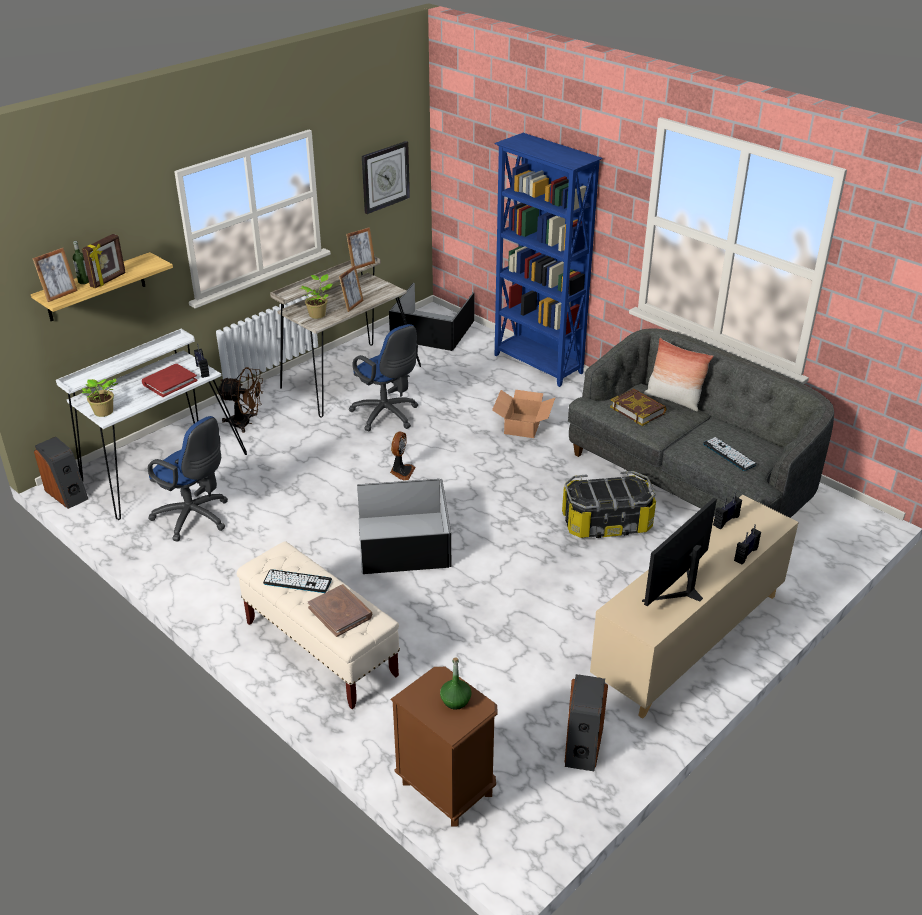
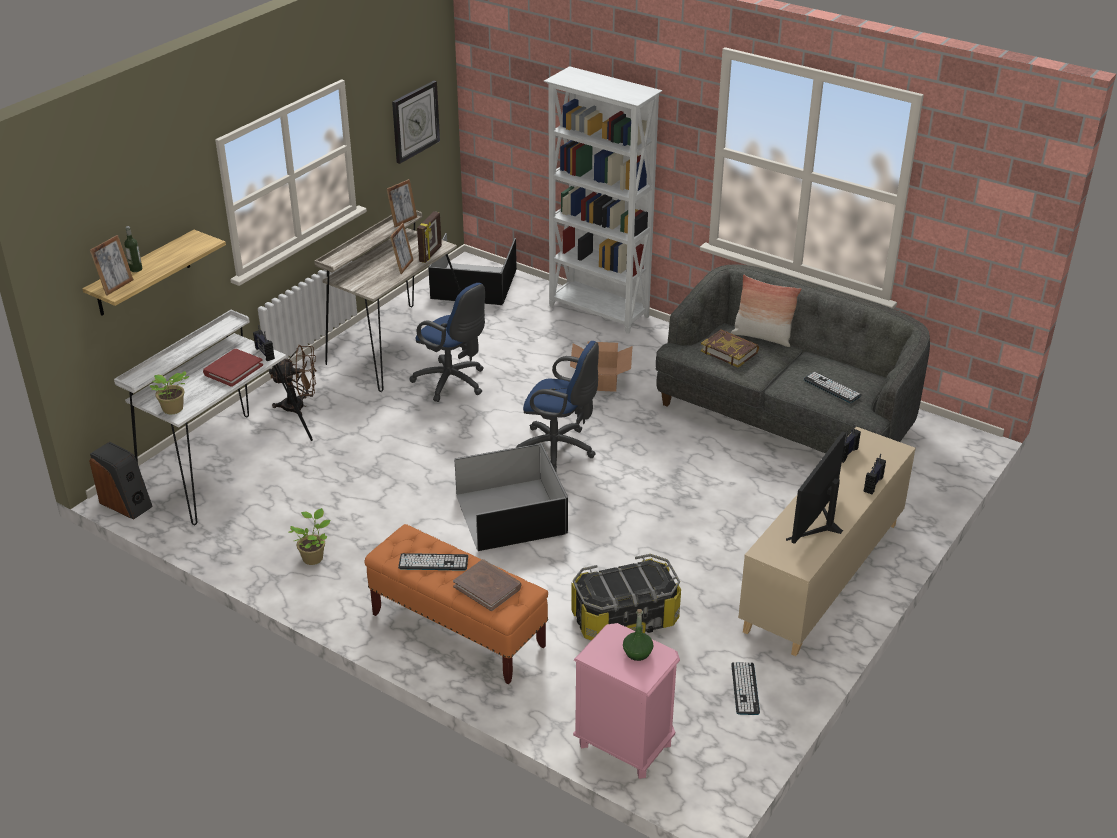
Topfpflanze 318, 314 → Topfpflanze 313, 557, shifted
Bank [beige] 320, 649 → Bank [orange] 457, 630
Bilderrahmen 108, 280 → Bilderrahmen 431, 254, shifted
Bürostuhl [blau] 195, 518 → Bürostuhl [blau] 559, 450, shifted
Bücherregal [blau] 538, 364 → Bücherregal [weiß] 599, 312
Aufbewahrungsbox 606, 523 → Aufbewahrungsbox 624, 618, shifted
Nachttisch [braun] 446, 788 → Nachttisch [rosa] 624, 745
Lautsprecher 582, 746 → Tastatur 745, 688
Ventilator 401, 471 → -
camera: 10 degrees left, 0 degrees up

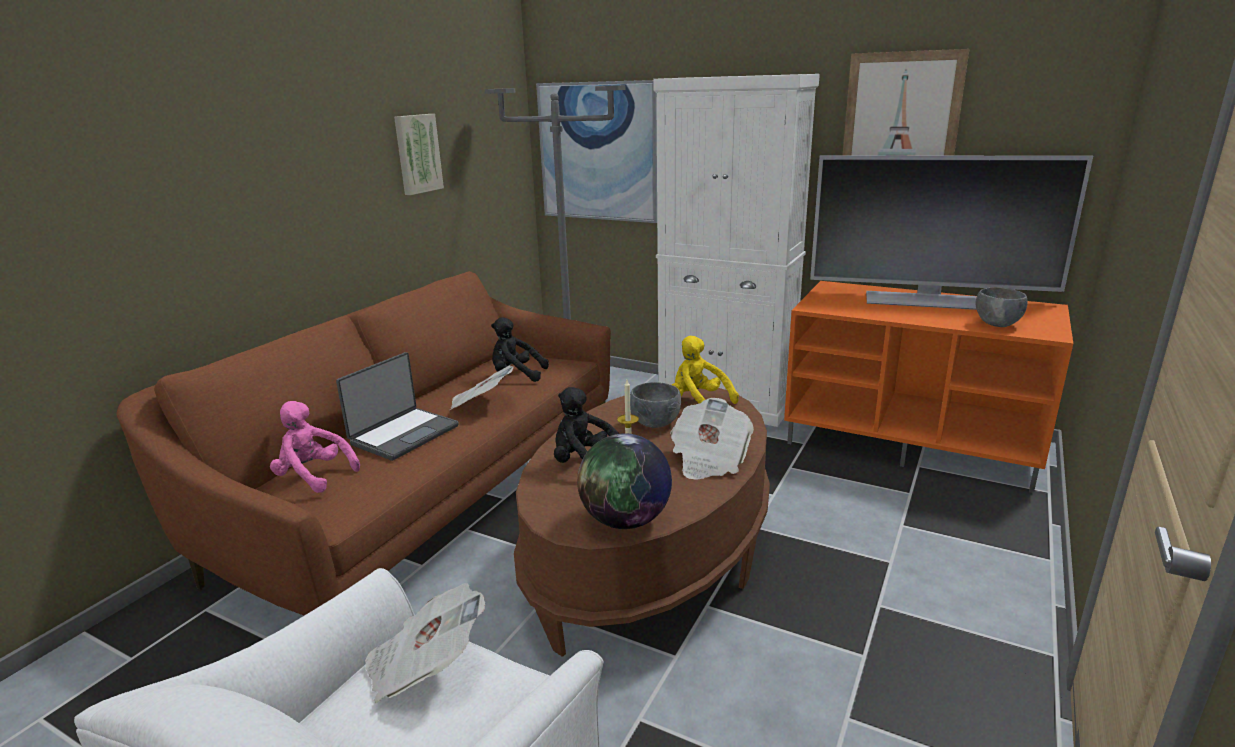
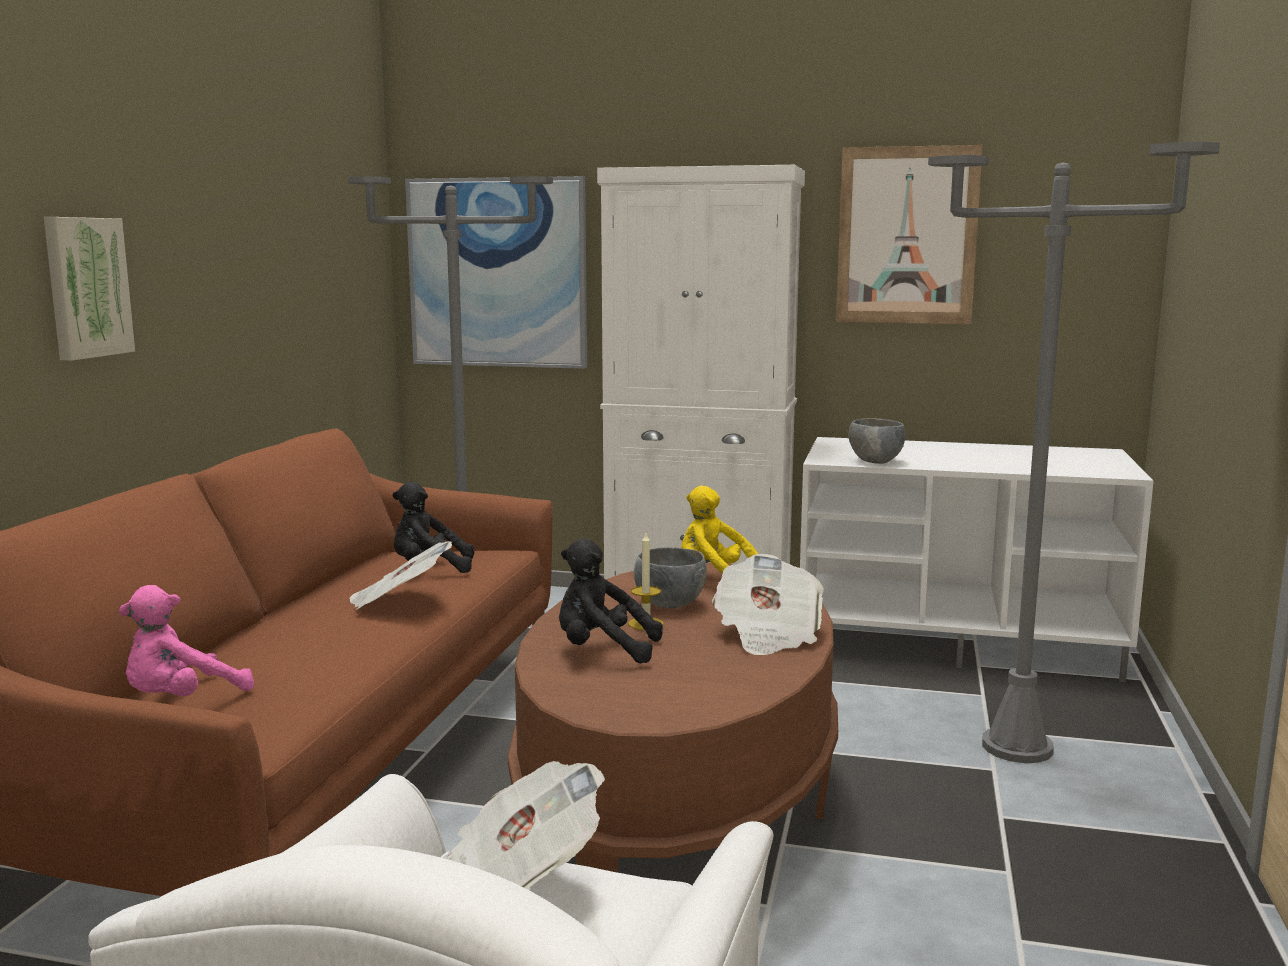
Bild 417, 154 → Bild 85, 287, shifted
Plüschtier [rosa] 313, 476 → Plüschtier [rosa] 182, 700, 60 degrees counterclockwise
Fernsehschrank [orange] 911, 442 → Fernsehschrank [weiß] 959, 641
Schüssel [grau] 996, 324 → Schüssel [grau] 875, 461, shifted
- → Stehlampe [grau] 1016, 747
Laptop 403, 434 → -
Globus 625, 521 → -
Fernseher 934, 300 → -
camera: 15 degrees left, 10 degrees down

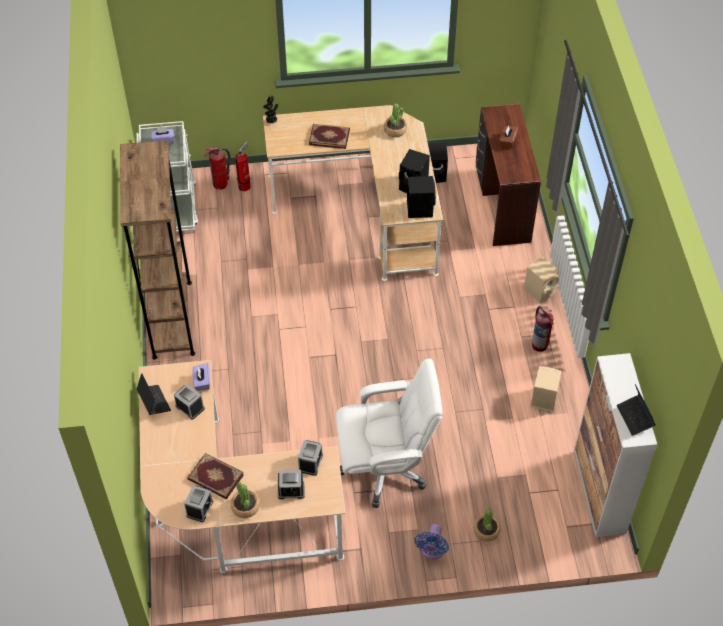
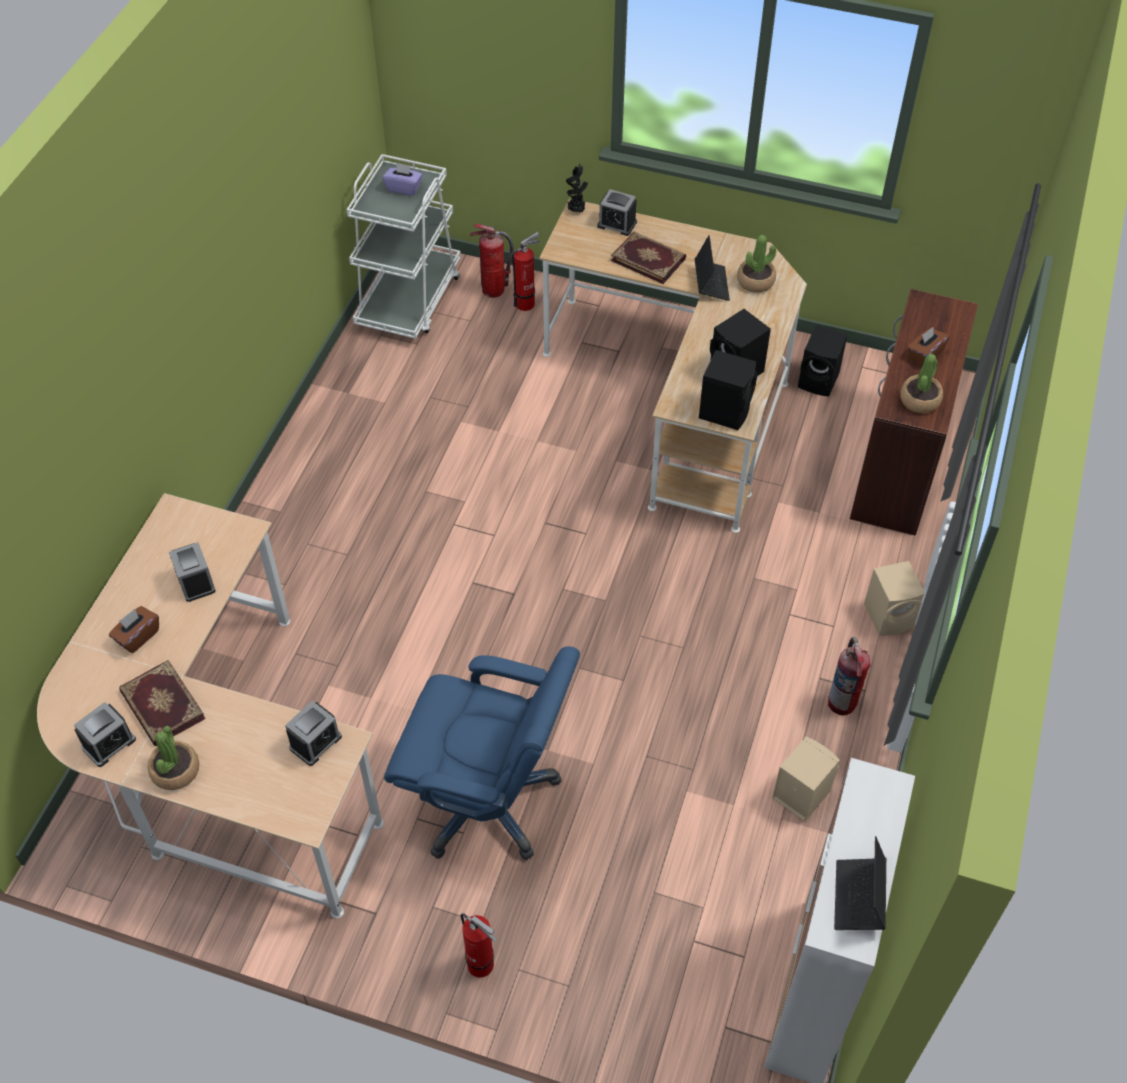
- → Taschentuchbox [braun] 137, 636
Bürostuhl [weiß] 385, 468 → Bürostuhl [blau] 486, 800
Ventilator [blau] 432, 550 → Feuerlöscher 483, 967
Wecker 291, 490 → Wecker 617, 224, shifted
Laptop 154, 401 → Laptop 711, 283, shifted
Topfpflanze 486, 531 → Topfpflanze 920, 400, shifted
Bücherregal [braun] 172, 319 → -
Taschentuchbox [lila] 202, 382 → -
camera: 25 degrees right, 0 degrees up

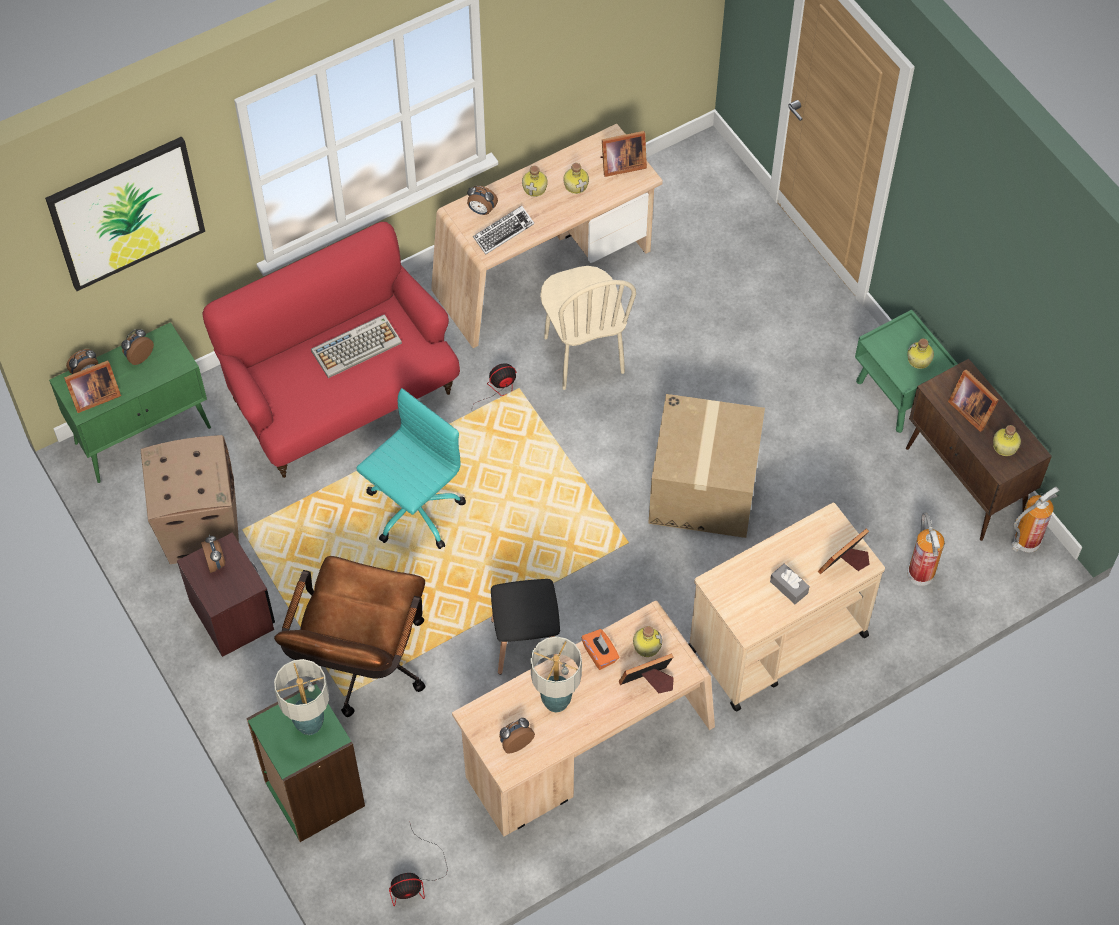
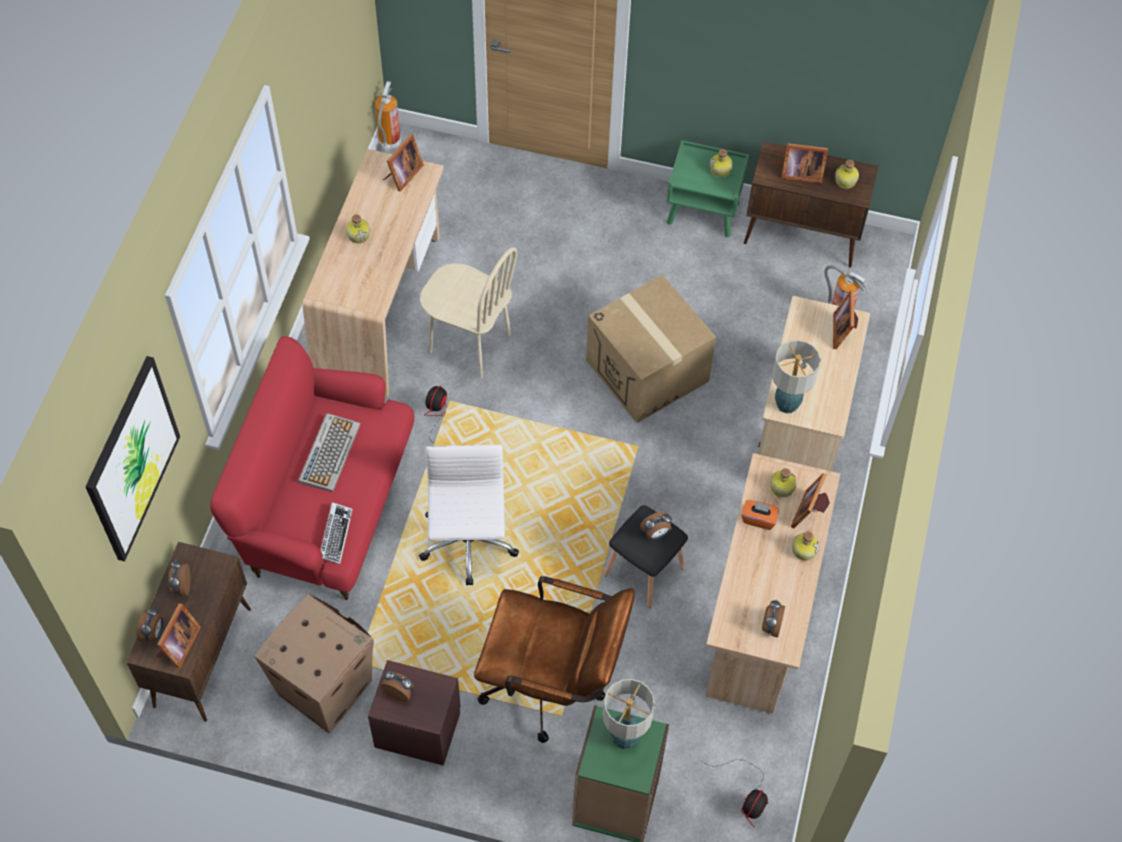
Schrank [grün] 144, 435 → Schrank [braun] 203, 656
Tastatur 503, 232 → Tastatur 335, 535, shifted
Feuerlöscher 1025, 543 → Feuerlöscher 389, 143, shifted
Bürostuhl [türkis] 413, 511 → Bürostuhl [weiß] 468, 546
Bürostuhl [braun] 362, 668 → Bürostuhl [braun] 553, 685, 45 degrees counterclockwise
Wecker 481, 211 → Wecker 656, 533, shifted
Tischlampe 556, 701 → Tischlampe 787, 404, shifted
Flasche 576, 185 → Flasche 803, 550, shifted
Taschentuchbox [grau] 788, 587 → -
camera: 45 degrees left, 0 degrees up

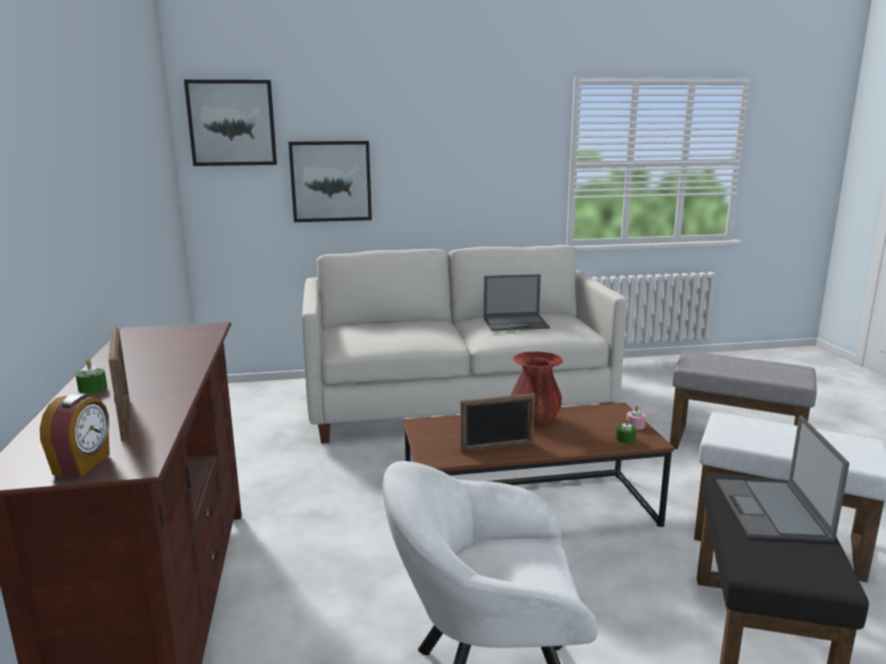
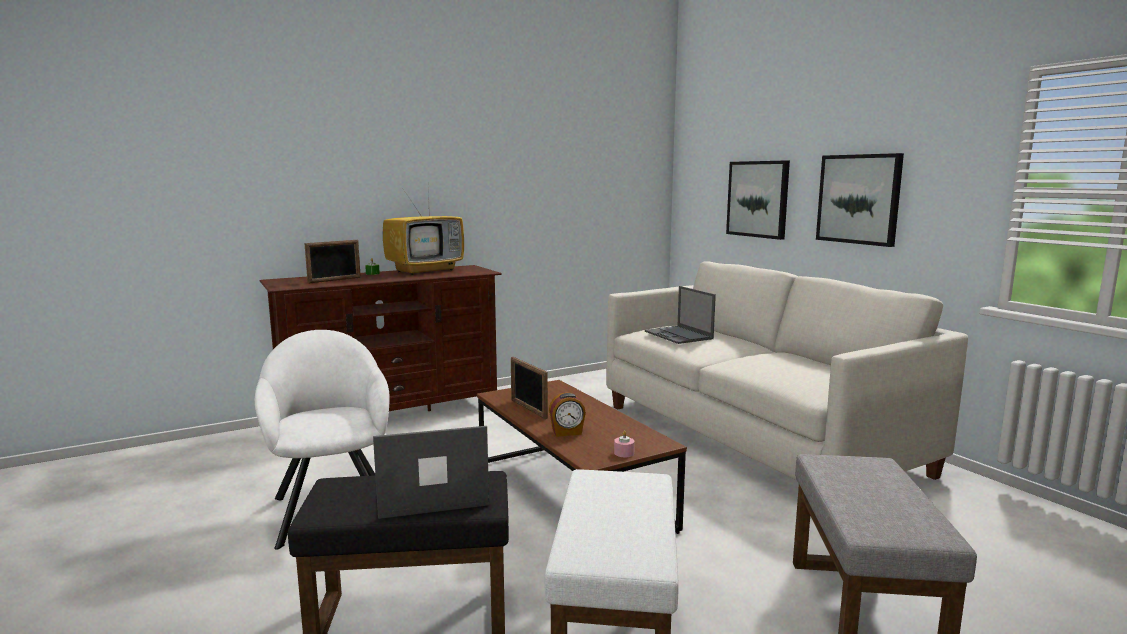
- → Fernseher 426, 270
Wecker 83, 464 → Wecker 567, 432, shifted
Laptop 516, 323 → Laptop 679, 335, shifted
Bild 232, 123 → Bild 859, 199, shifted
Vase [rot] 535, 420 → -
Kerze [grün] 625, 439 → -
camera: 70 degrees right, 5 degrees down

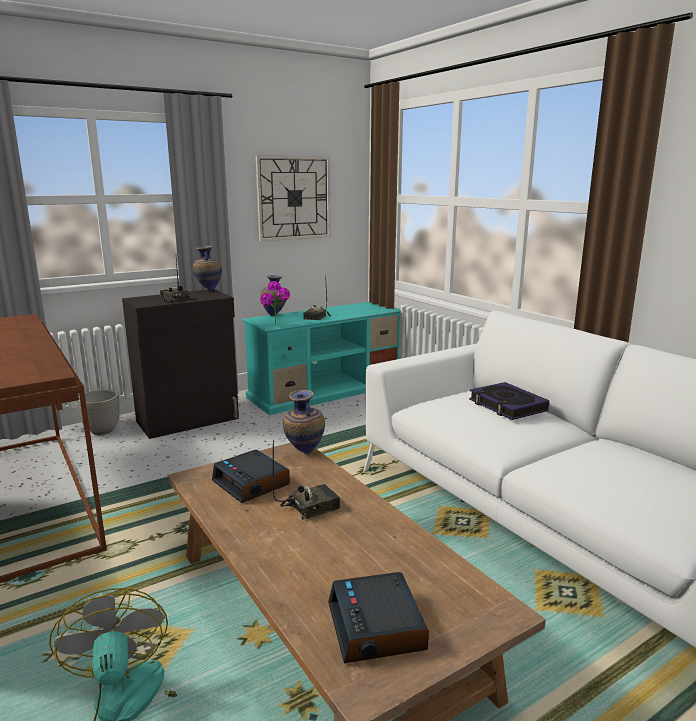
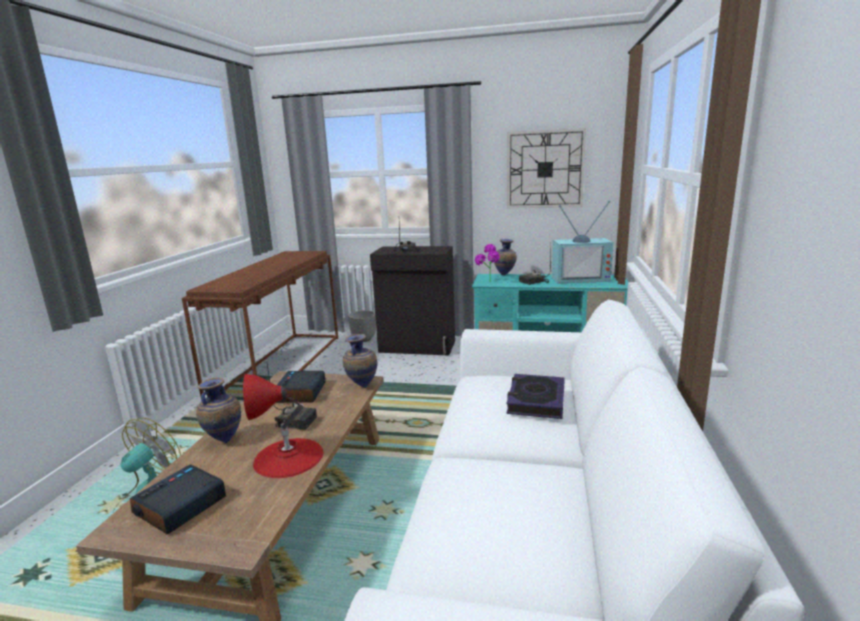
Vase 208, 290 → Vase 224, 440, shifted
- → Tischlampe [rot] 288, 457
- → Fernseher 580, 278
camera: 45 degrees right, 0 degrees up

